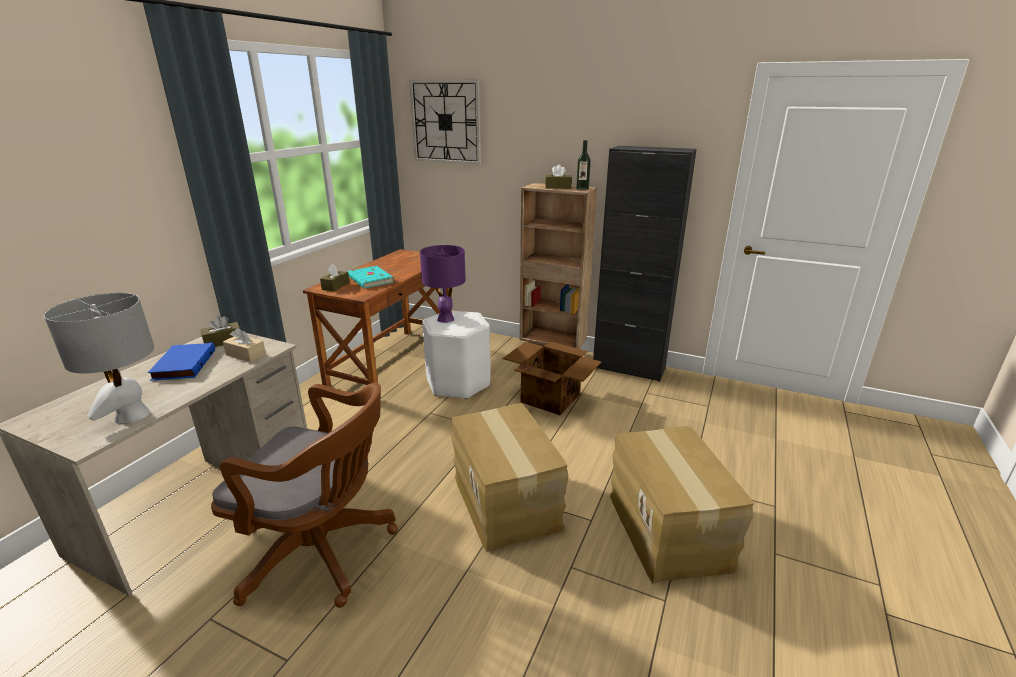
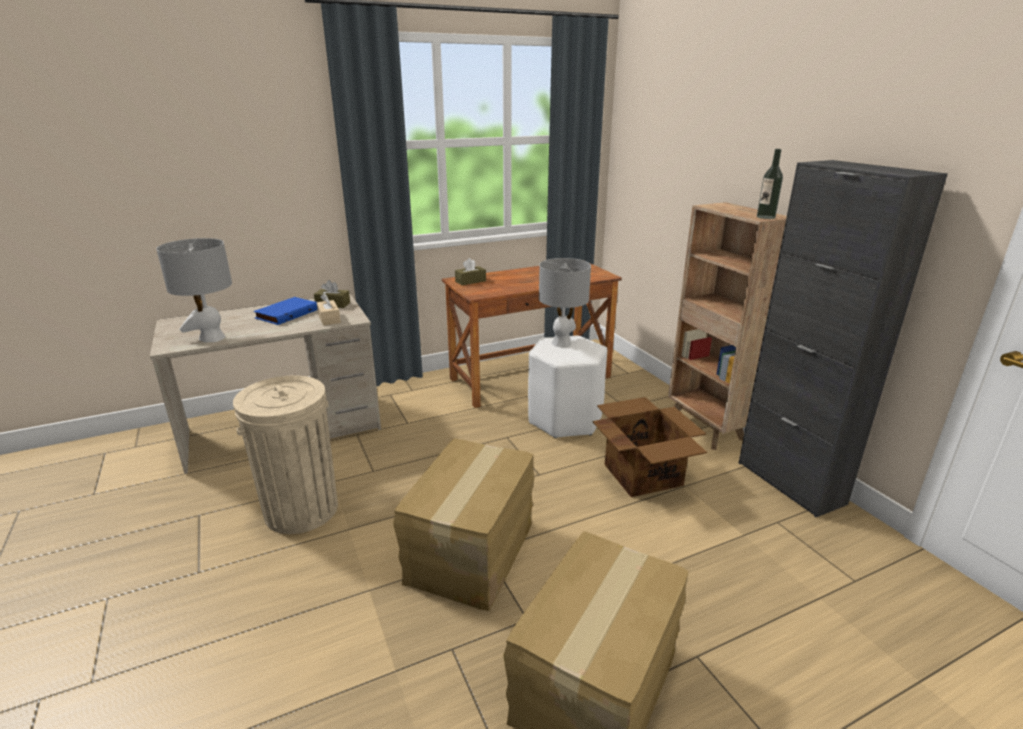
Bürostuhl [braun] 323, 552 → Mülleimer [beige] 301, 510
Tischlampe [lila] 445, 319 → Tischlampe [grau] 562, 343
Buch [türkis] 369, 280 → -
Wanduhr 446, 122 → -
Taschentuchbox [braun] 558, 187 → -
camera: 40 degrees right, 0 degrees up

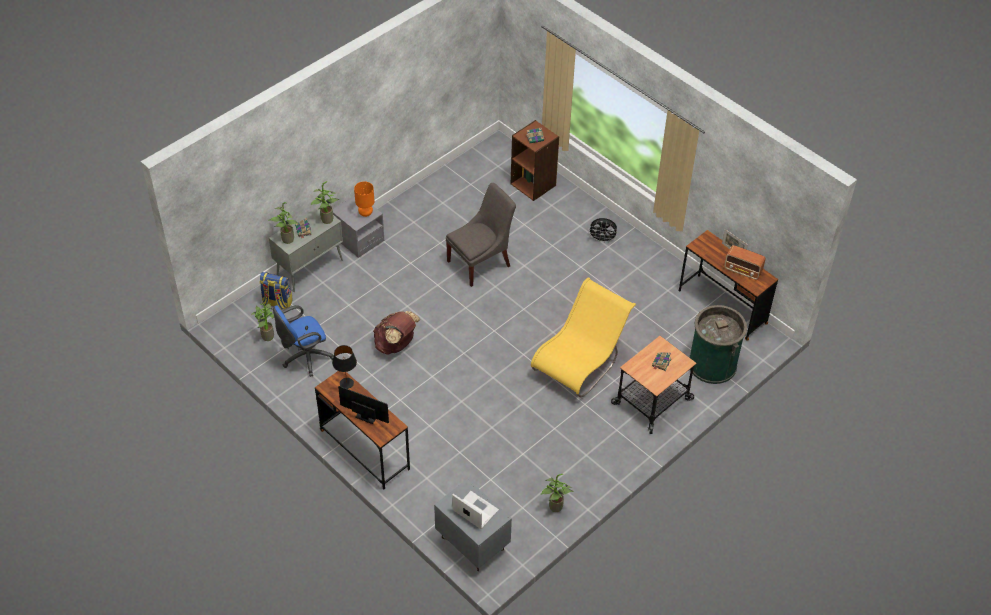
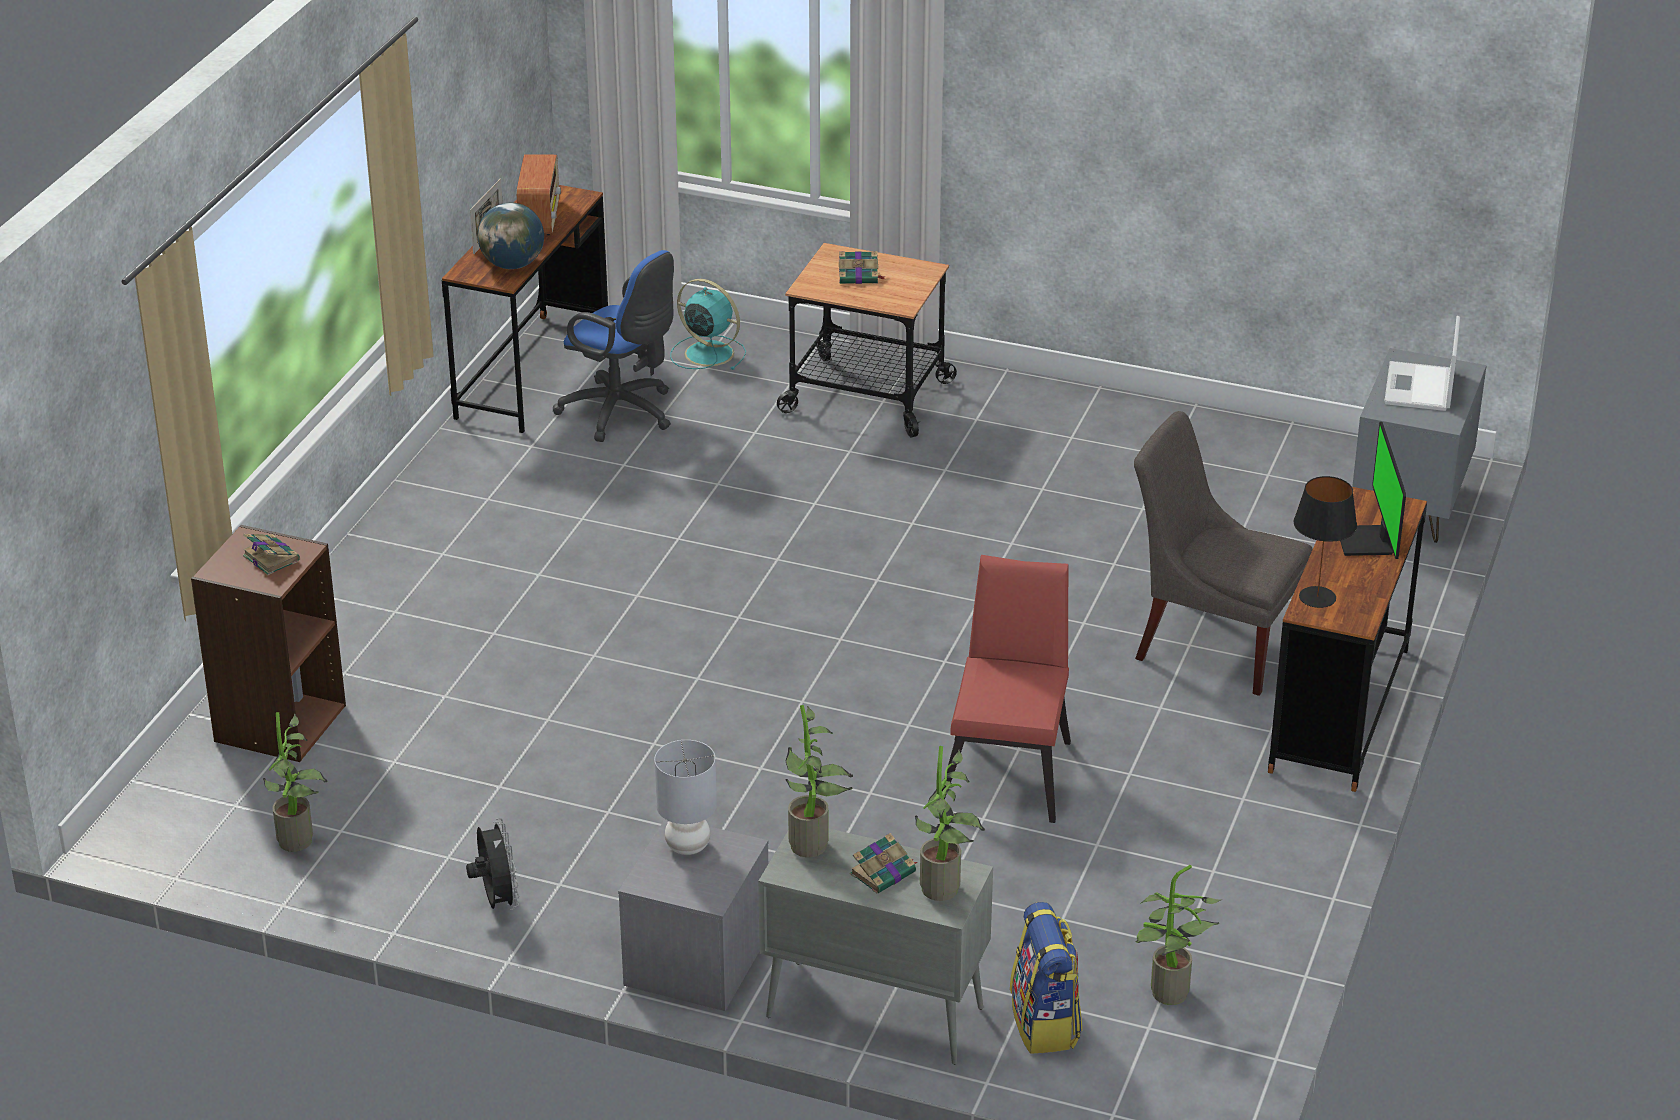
Topfpflanze 554, 508 → Topfpflanze 301, 841, shifted
Ventilator [schwarz] 602, 239 → Ventilator [schwarz] 496, 901, shifted
- → Globus 512, 264
Bürostuhl [blau] 305, 358 → Bürostuhl [blau] 622, 413, shifted
Tischlampe [orange] 365, 213 → Tischlampe [grau] 688, 845
Mülleimer [grün] 712, 364 → Ventilator [türkis] 707, 353
Rucksack [braun] 396, 345 → Stuhl [rot] 1008, 768
Stuhl [grau] 481, 262 → Stuhl [grau] 1211, 643, shifted
Stuhl [gelb] 580, 363 → -
camera: 115 degrees left, 15 degrees down

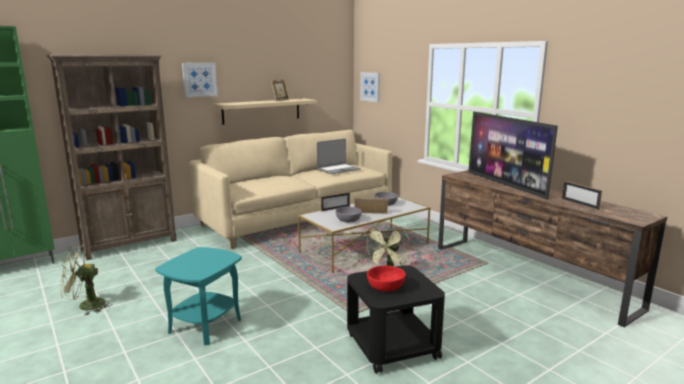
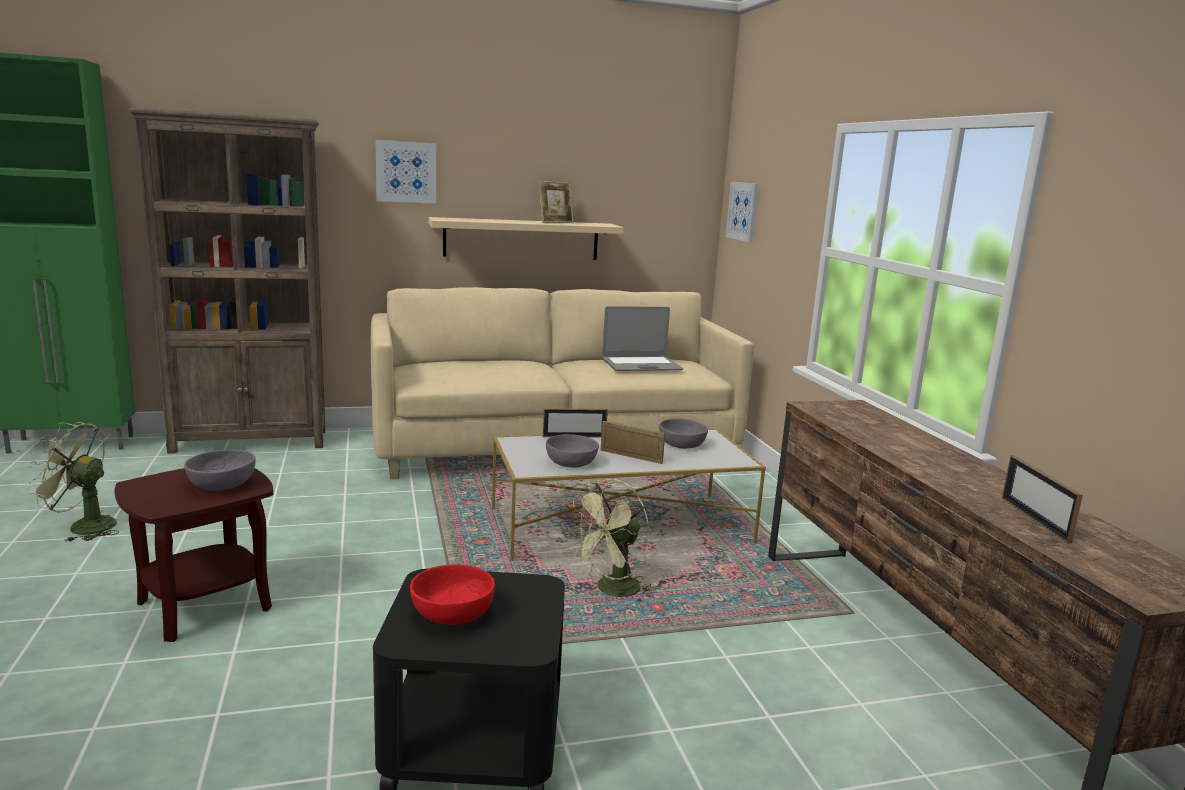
Beistelltisch [türkis] 205, 325 → Beistelltisch [braun] 204, 605
- → Schüssel [grau] 221, 484
Fernseher 506, 184 → -
camera: 20 degrees right, 0 degrees up

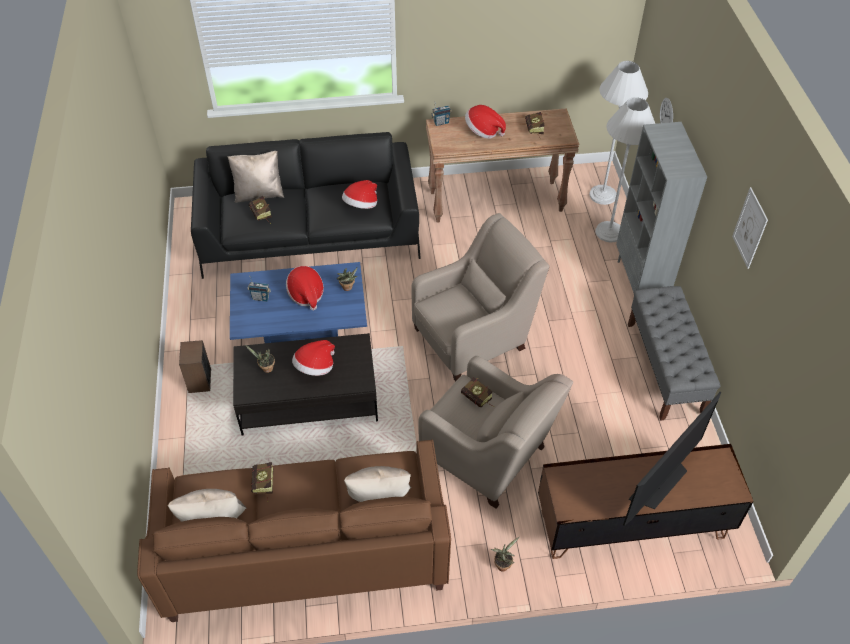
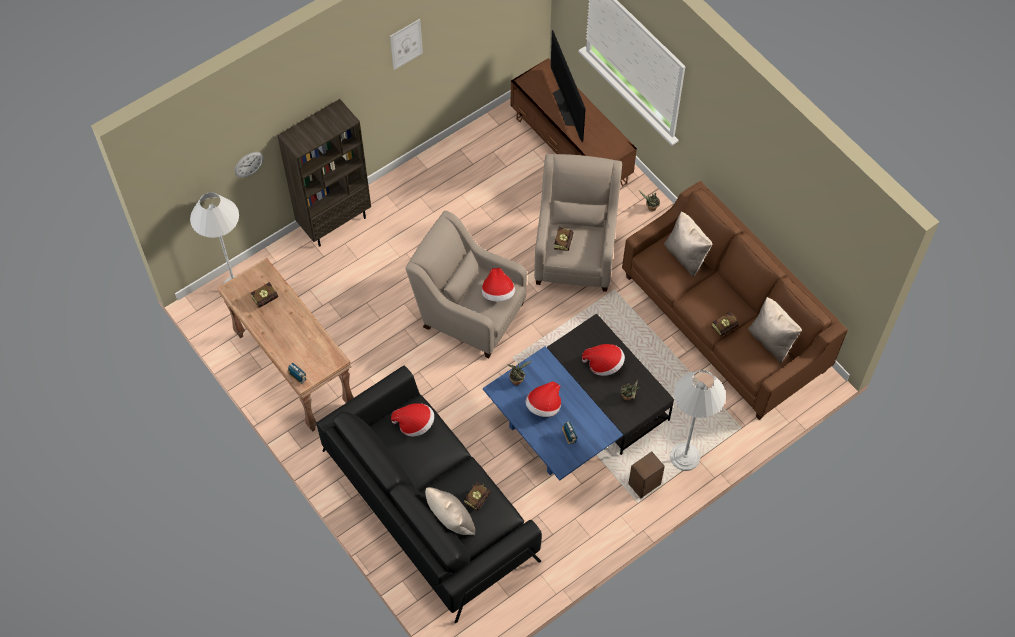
Bücherregal [grau] 640, 282 → Bücherregal [braun] 335, 222
Hut 483, 131 → Hut 498, 293, shifted
Fernseher 660, 482 → Fernseher 567, 107, 120 degrees counterclockwise
Stehlampe [weiß] 609, 232 → Stehlampe [weiß] 685, 457, shifted
Bank [grau] 665, 368 → -
camera: 120 degrees left, 10 degrees up

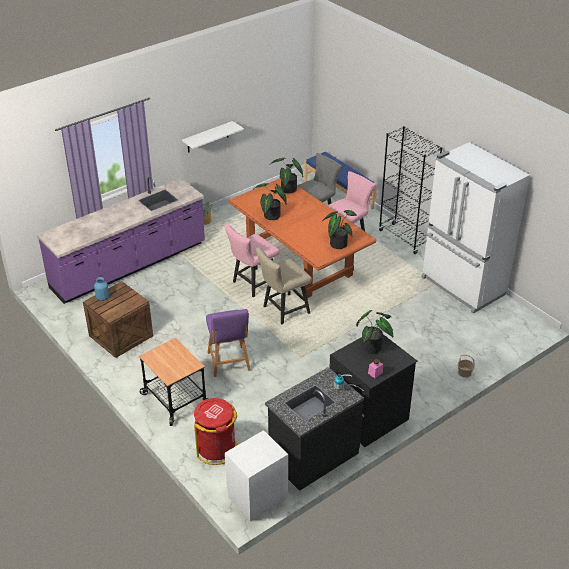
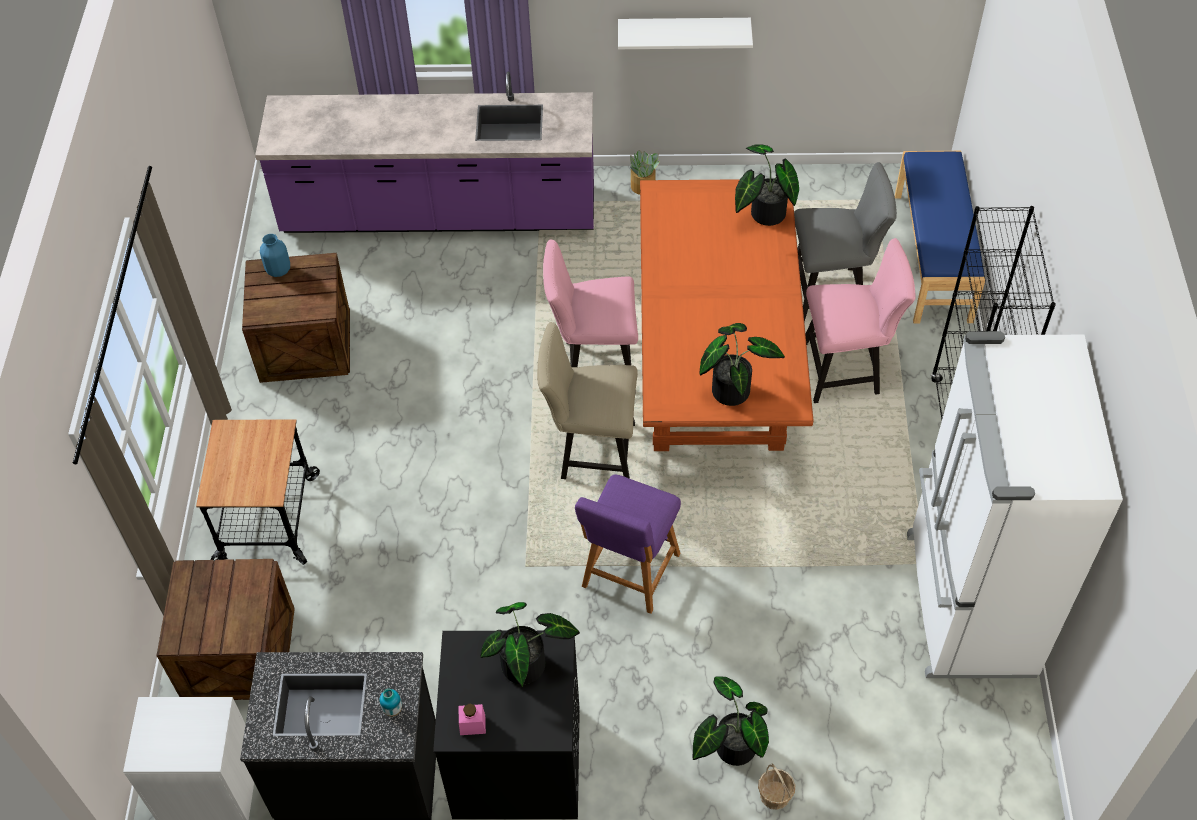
Mülleimer [rot] 216, 448 → Kiste 238, 653
Hocker [lila] 229, 363 → Hocker [lila] 629, 574, shifted
Topfpflanze 270, 216 → Topfpflanze 730, 747, shifted
camera: 40 degrees right, 15 degrees up

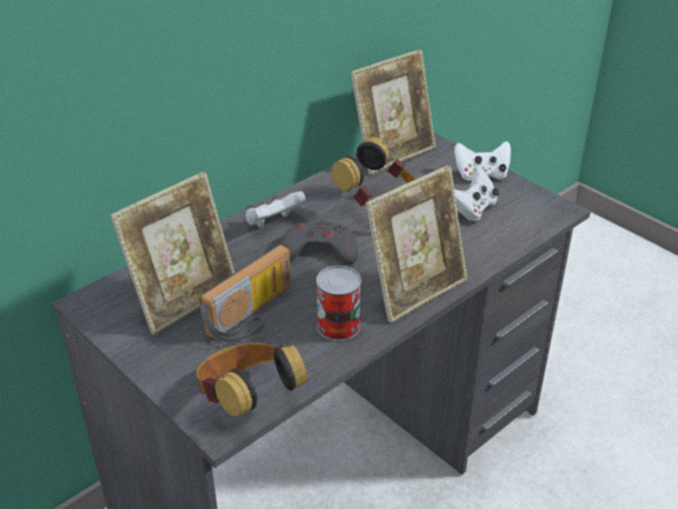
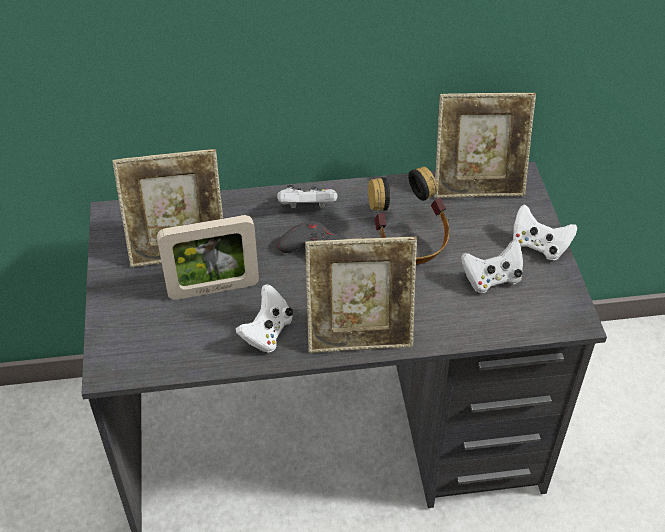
Radio 253, 316 → Bilderrahmen 213, 289
Dose 338, 326 → Gamepad [weiß] 267, 332
Kopfhörer 248, 401 → -
camera: 35 degrees right, 10 degrees up

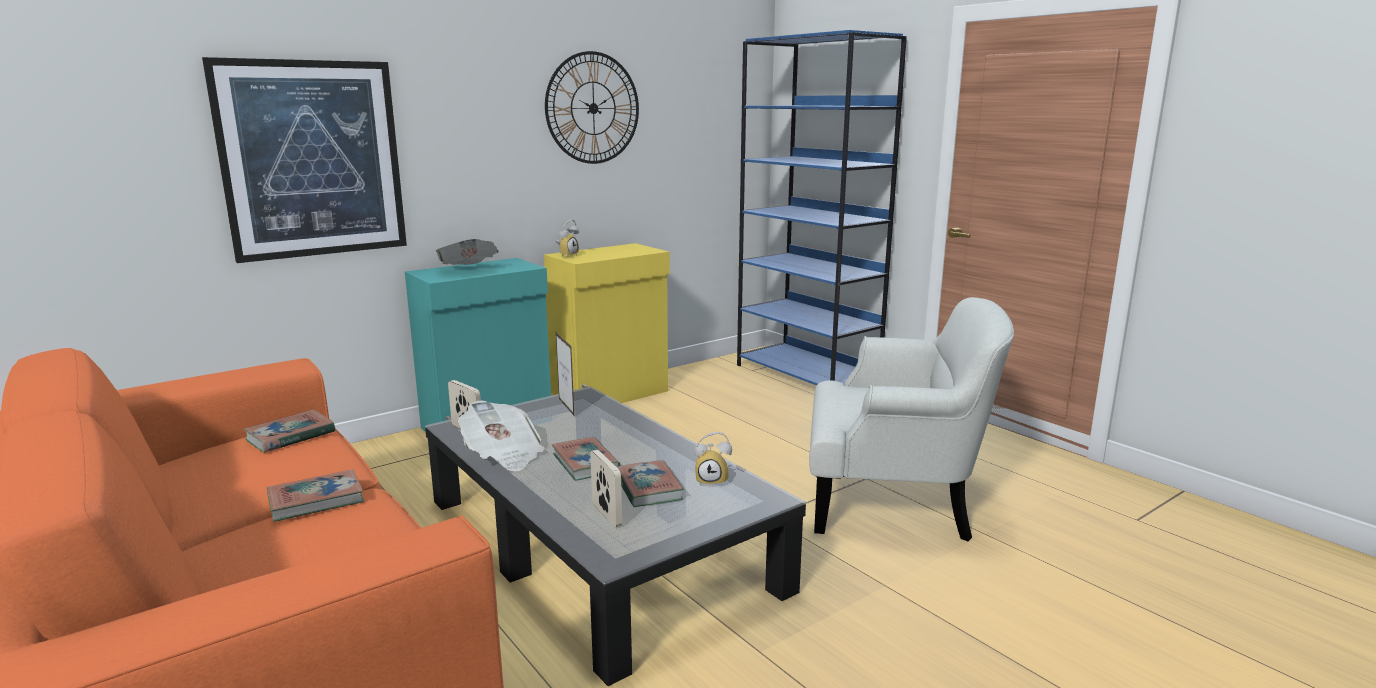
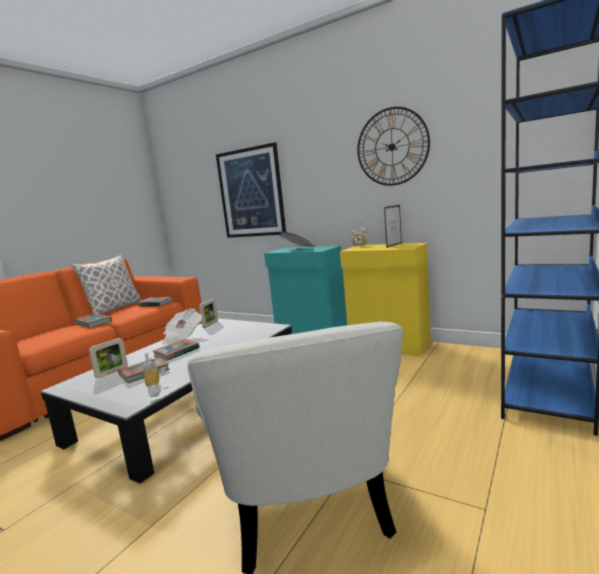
- → Kissen 114, 309
Bilderrahmen 566, 407 → Bilderrahmen 394, 245, shifted
camera: 70 degrees right, 5 degrees down

